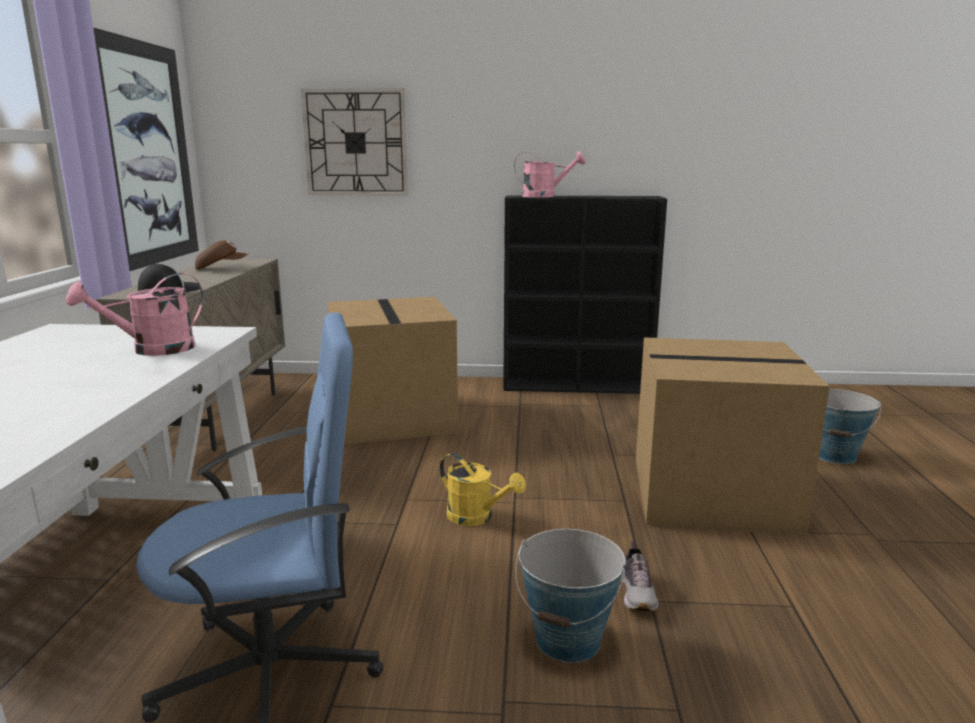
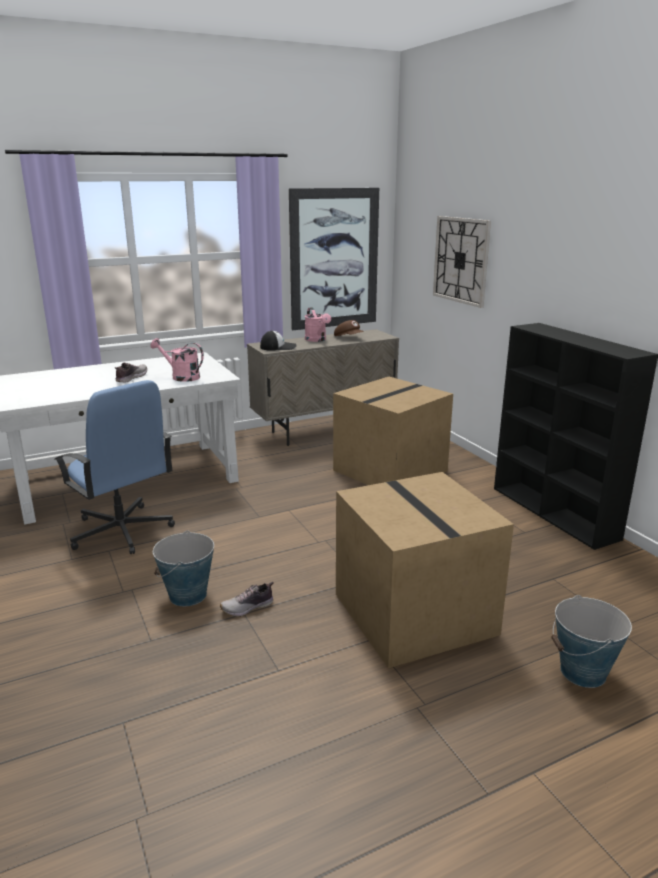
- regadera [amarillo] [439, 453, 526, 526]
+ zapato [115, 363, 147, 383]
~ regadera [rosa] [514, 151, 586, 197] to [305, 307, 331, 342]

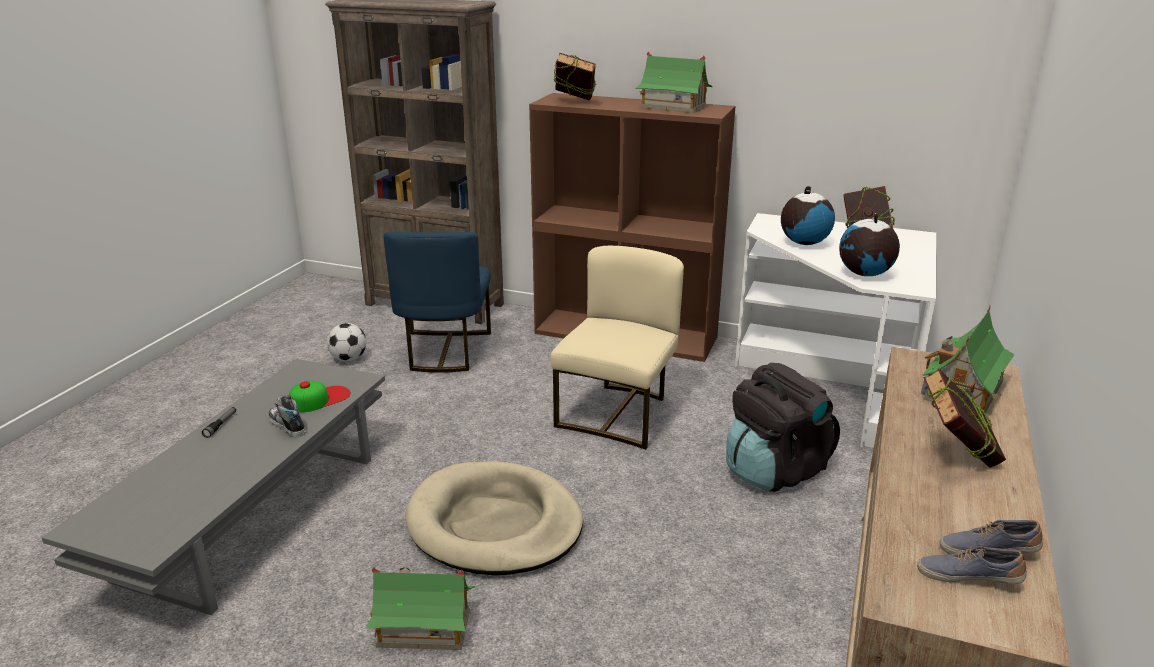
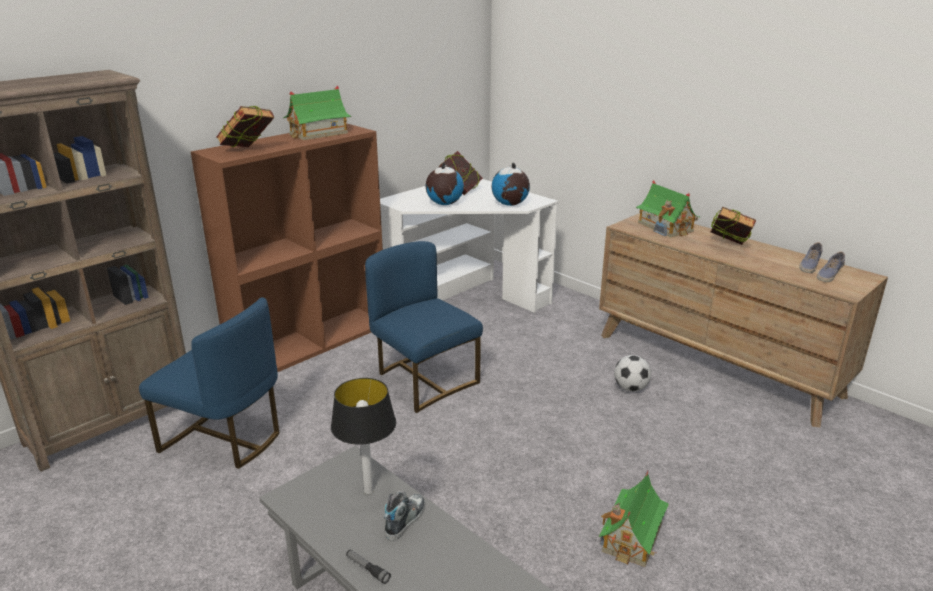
- cama para perro [beis] [406, 461, 583, 576]
- mochila [negro] [726, 363, 840, 492]
~ balón de fútbol [327, 323, 367, 361] to [614, 355, 651, 391]
~ gorra [289, 381, 351, 412] to lámpara de mesa [331, 378, 396, 494]
~ silla [beis] [550, 246, 684, 449] to silla [azul] [365, 241, 483, 413]
~ zapato [269, 395, 306, 437] = [384, 491, 425, 540] 135 degrees clockwise

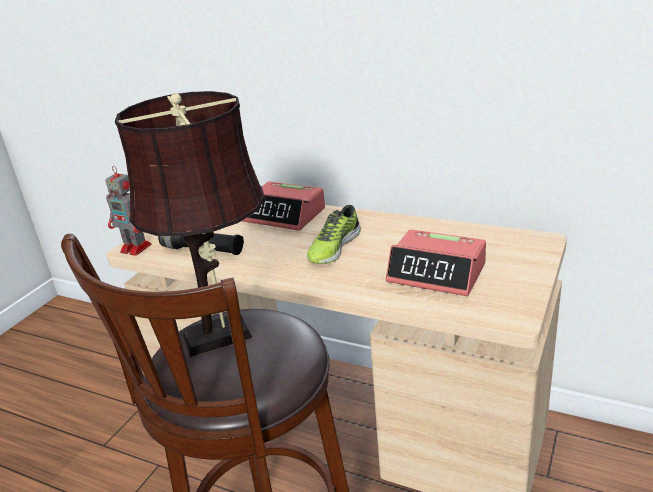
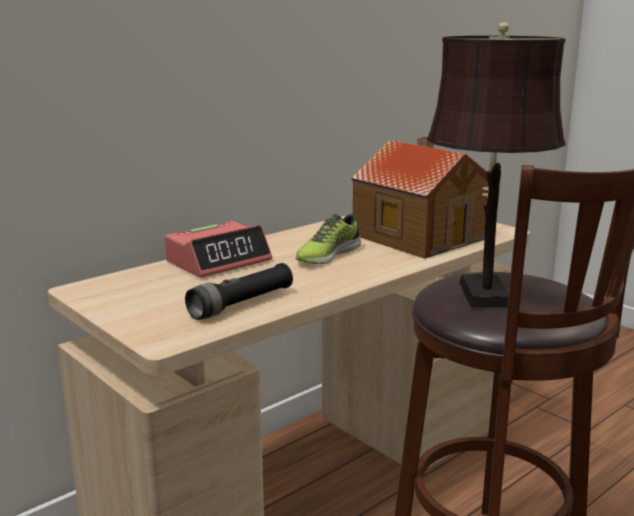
- robot de juguete [105, 166, 152, 256]
~ despertador [386, 229, 486, 296] to casita [351, 137, 488, 259]
~ zapato [307, 205, 361, 264] = [296, 214, 361, 264] 75 degrees clockwise

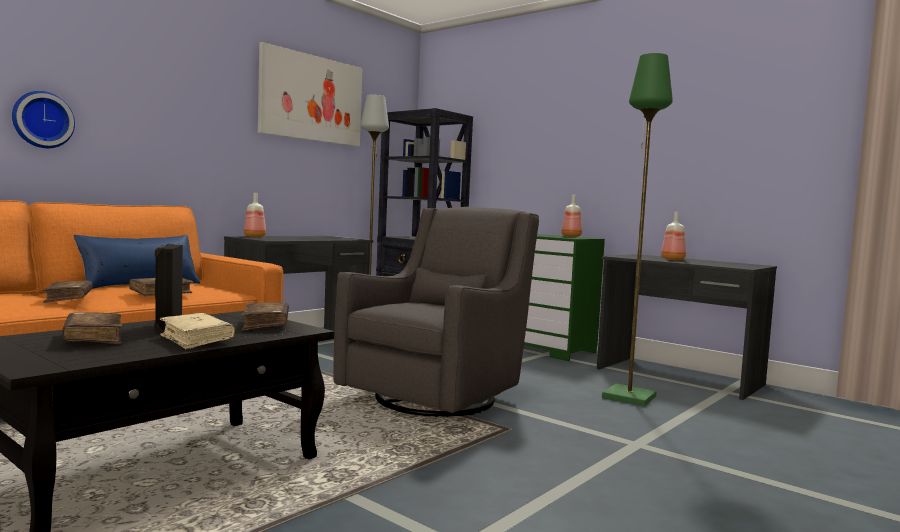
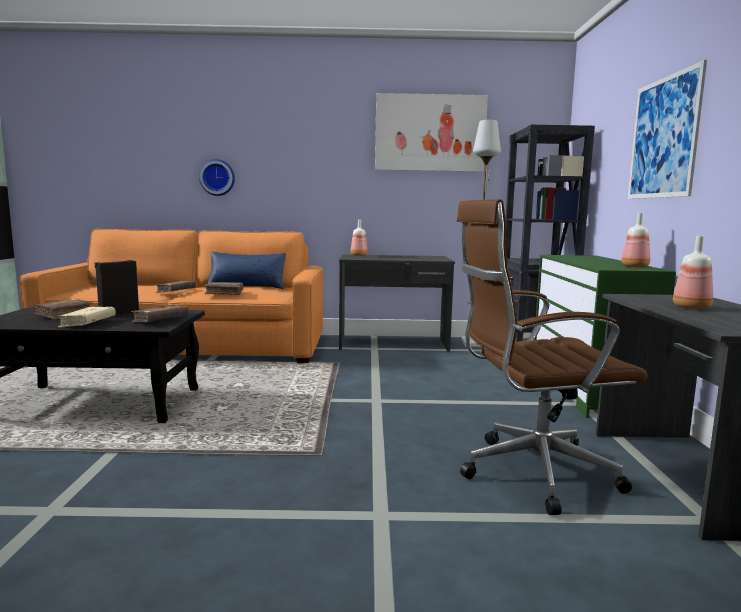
- sillón [gris] [333, 207, 539, 417]
+ cuadro [628, 60, 707, 199]
~ lámpara de pie [verde] [602, 53, 673, 406] to silla de oficina [marrón] [457, 199, 648, 515]

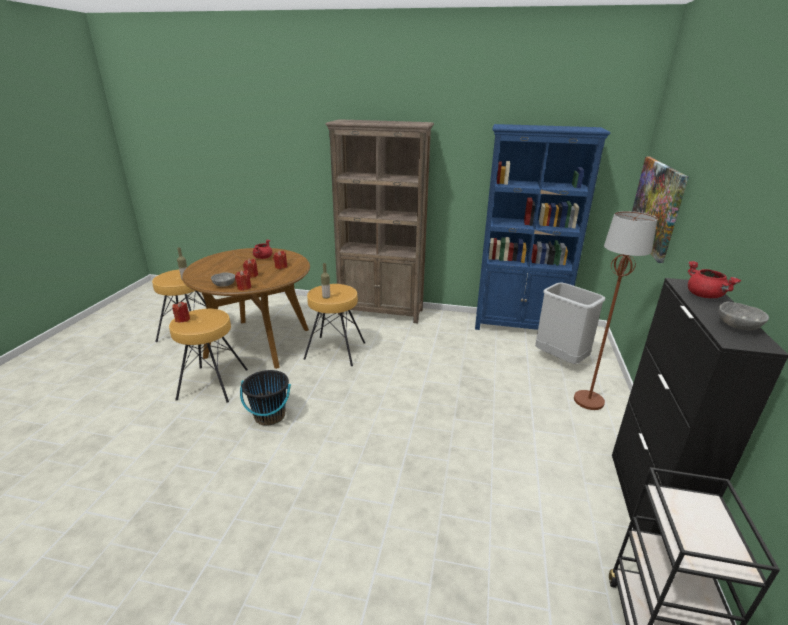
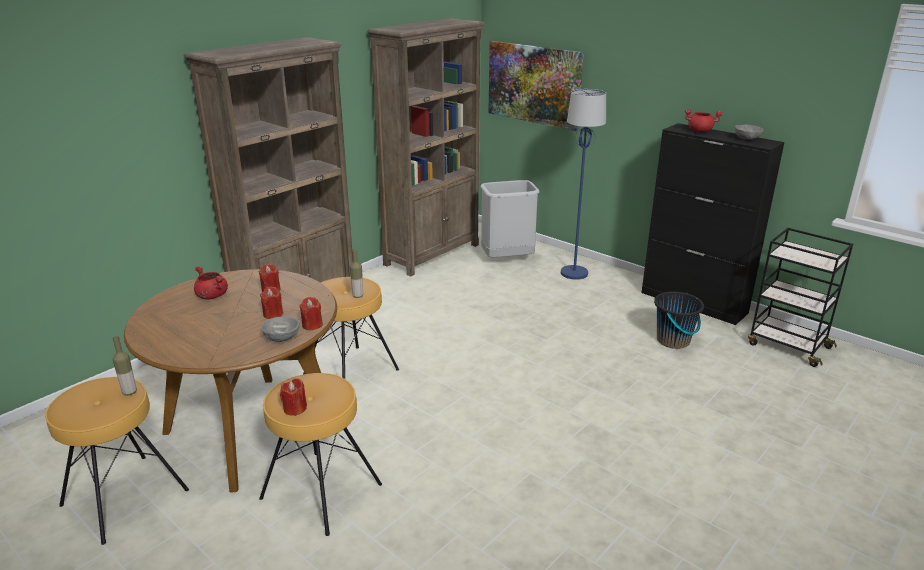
~ cubo [negro] [240, 370, 291, 426] to [654, 291, 704, 349]
~ estantería [azul] [475, 124, 610, 330] to estantería [marrón] [367, 18, 485, 277]
~ lámpara de pie [marrón] [574, 211, 658, 410] to lámpara de pie [azul] [561, 89, 606, 280]

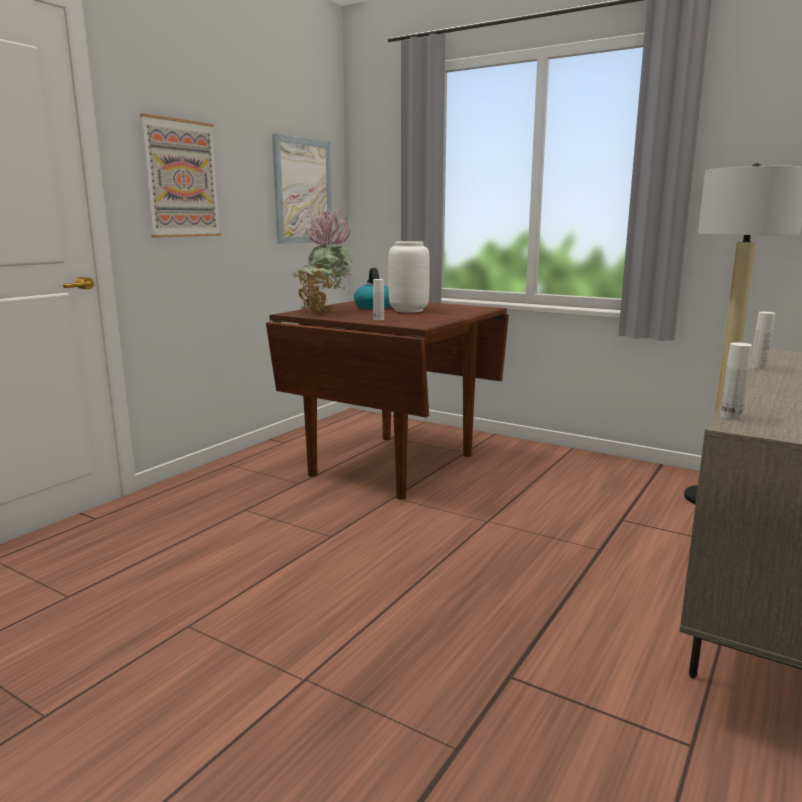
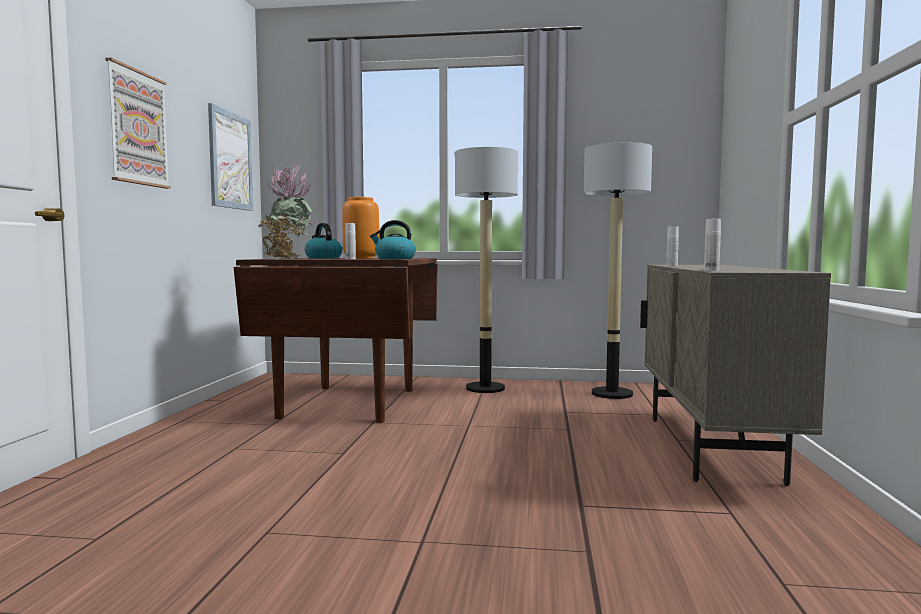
+ hervidor [370, 220, 416, 259]
+ lámpara de pie [455, 147, 518, 393]
~ florero [blanco] [388, 241, 430, 313] to florero [naranja] [342, 197, 379, 259]

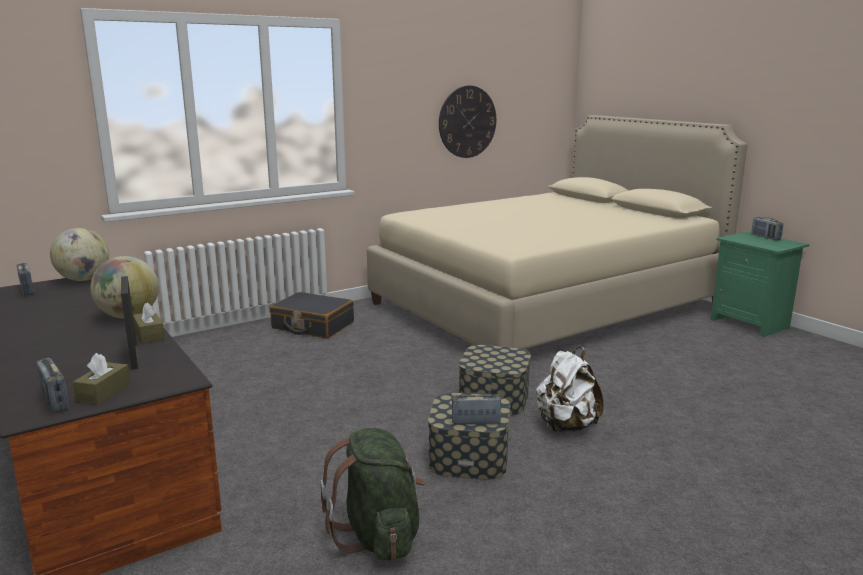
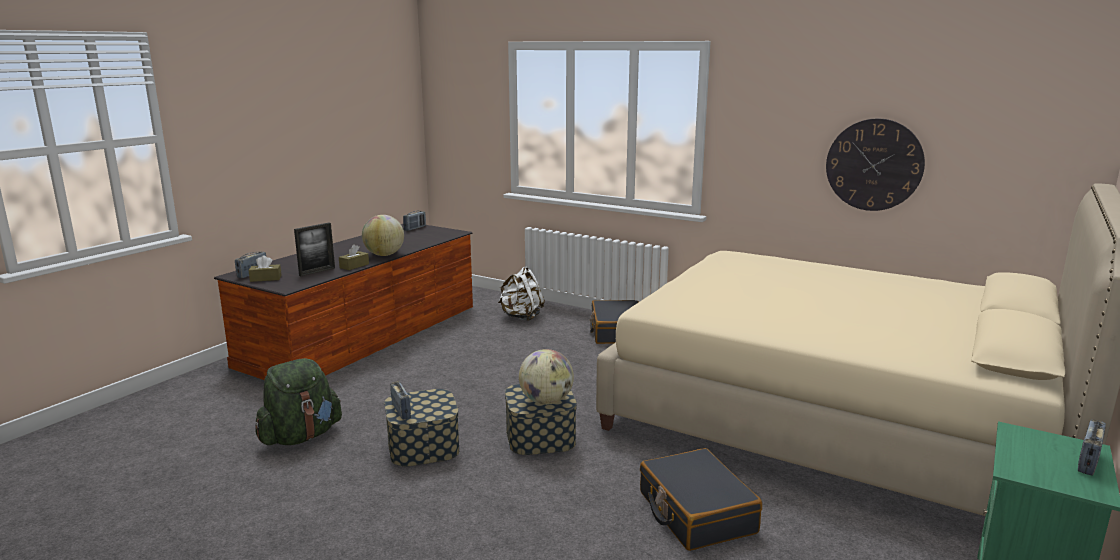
+ maleta [negro] [640, 448, 762, 551]
~ globo terráqueo [50, 228, 109, 281] to [519, 349, 574, 405]
~ mochila [blanco] [536, 347, 604, 433] to [498, 267, 545, 321]

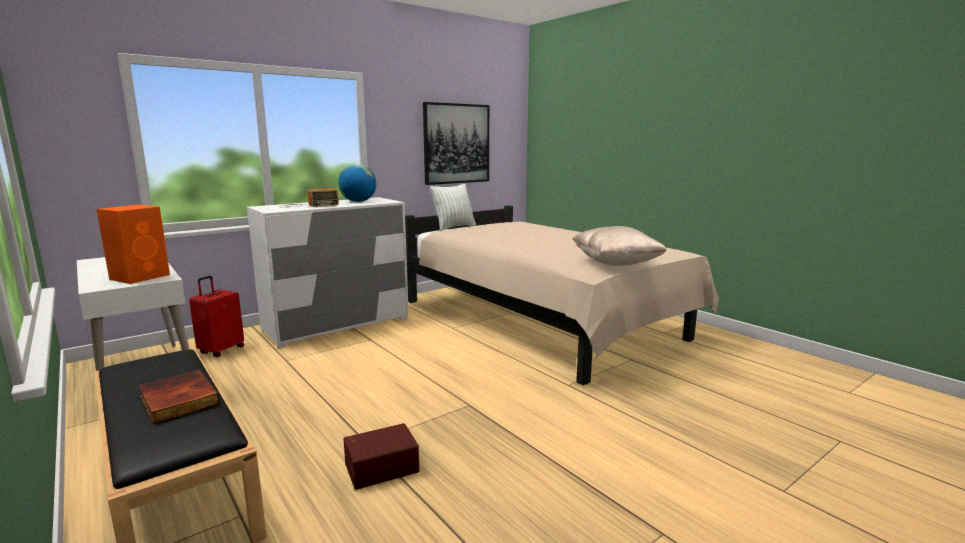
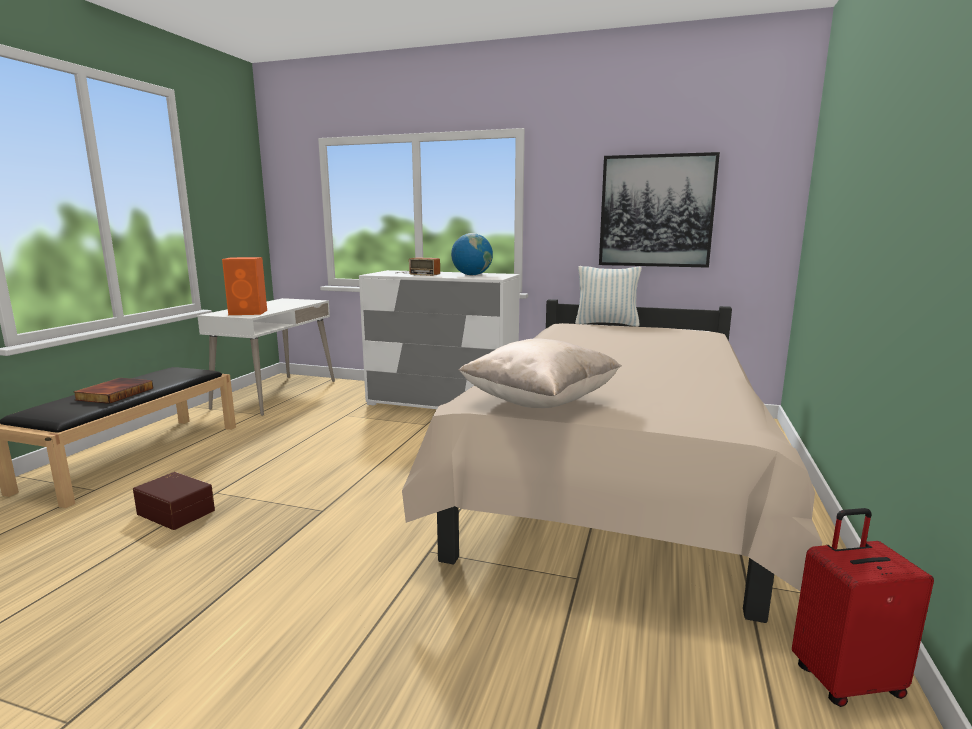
~ maleta [rojo] [189, 276, 244, 357] to [792, 508, 934, 707]

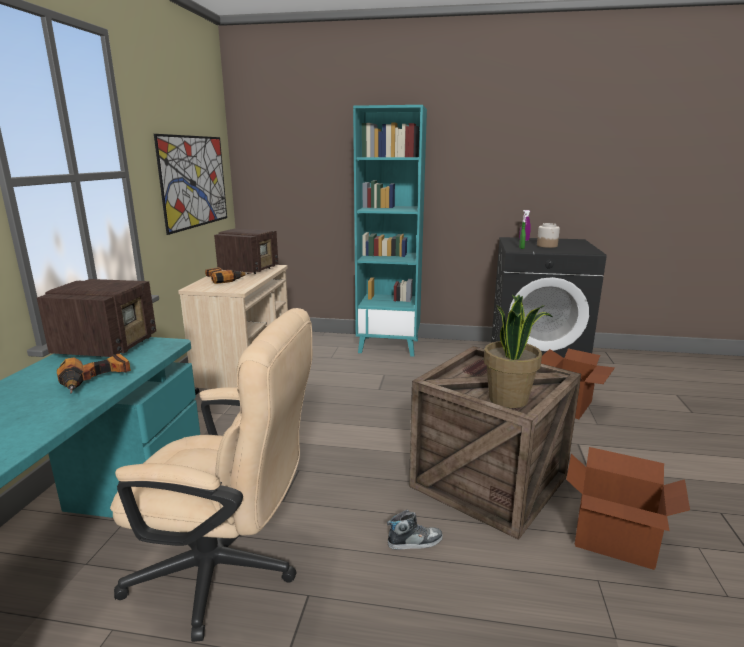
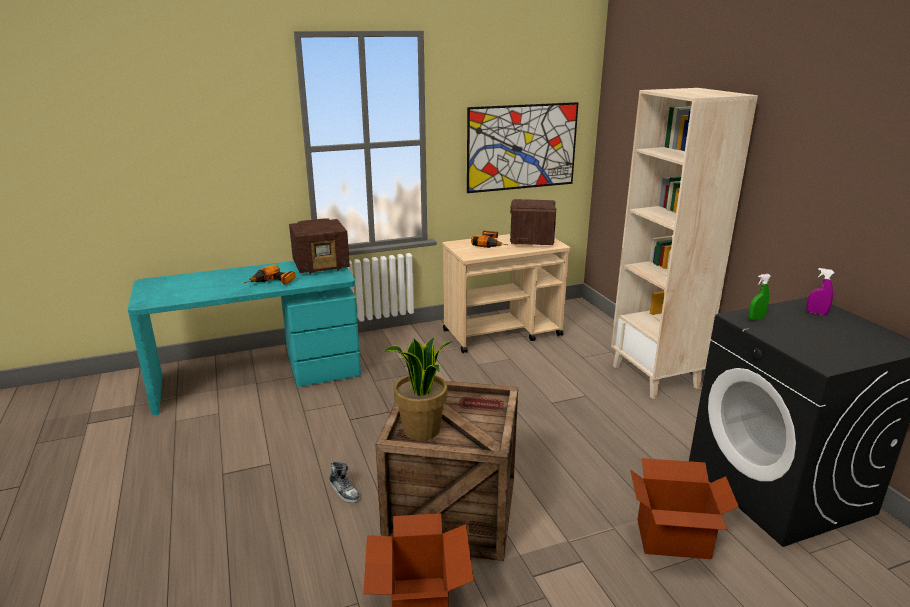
- silla de oficina [beis] [110, 308, 312, 642]
- tarro [537, 223, 560, 248]
~ estantería [turquesa] [353, 105, 427, 357] to estantería [beis] [611, 88, 758, 399]
~ radio [214, 229, 278, 274] = [510, 199, 556, 245] 105 degrees clockwise

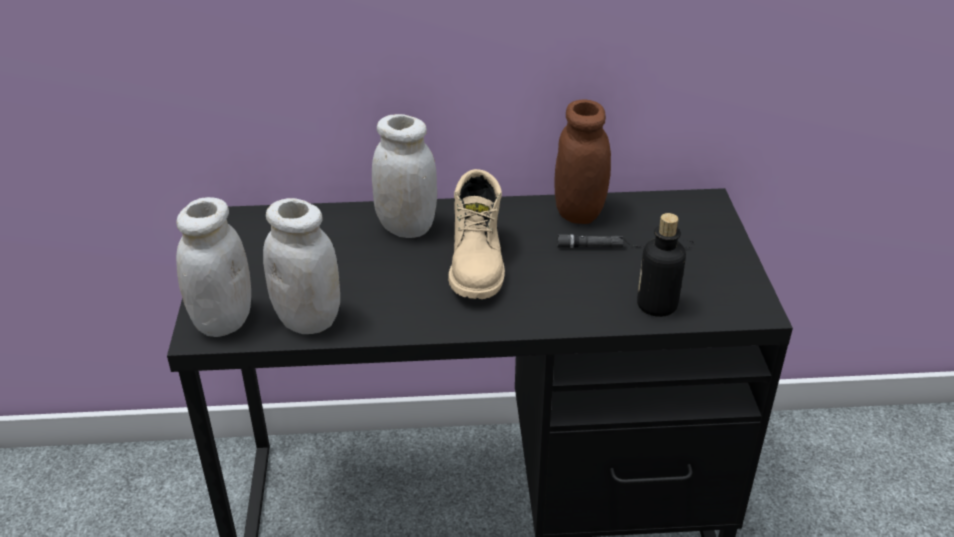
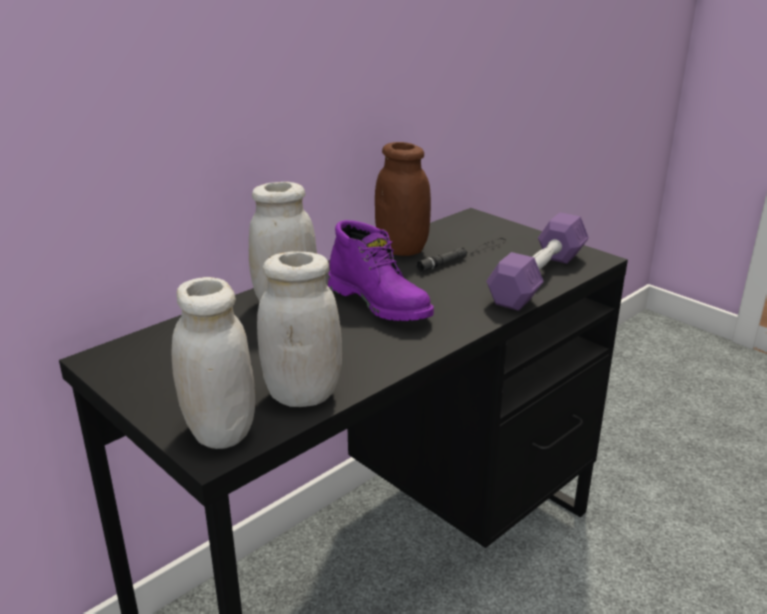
~ botella [637, 213, 686, 317] to mancuerna [morado] [486, 213, 589, 311]
~ bota [beis] [448, 169, 505, 299] to bota [morado] [328, 220, 434, 321]

